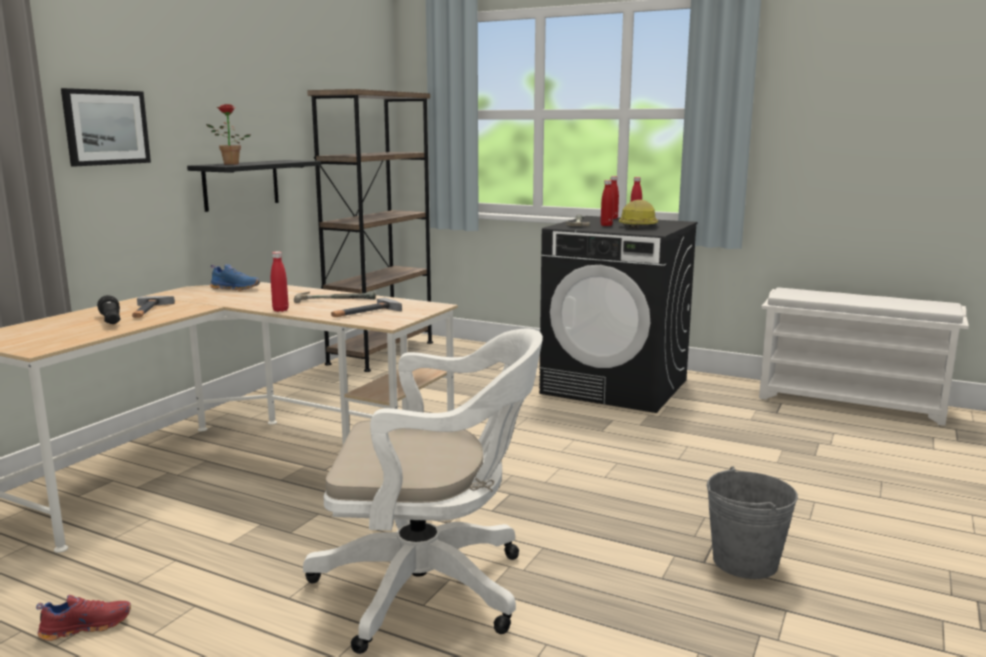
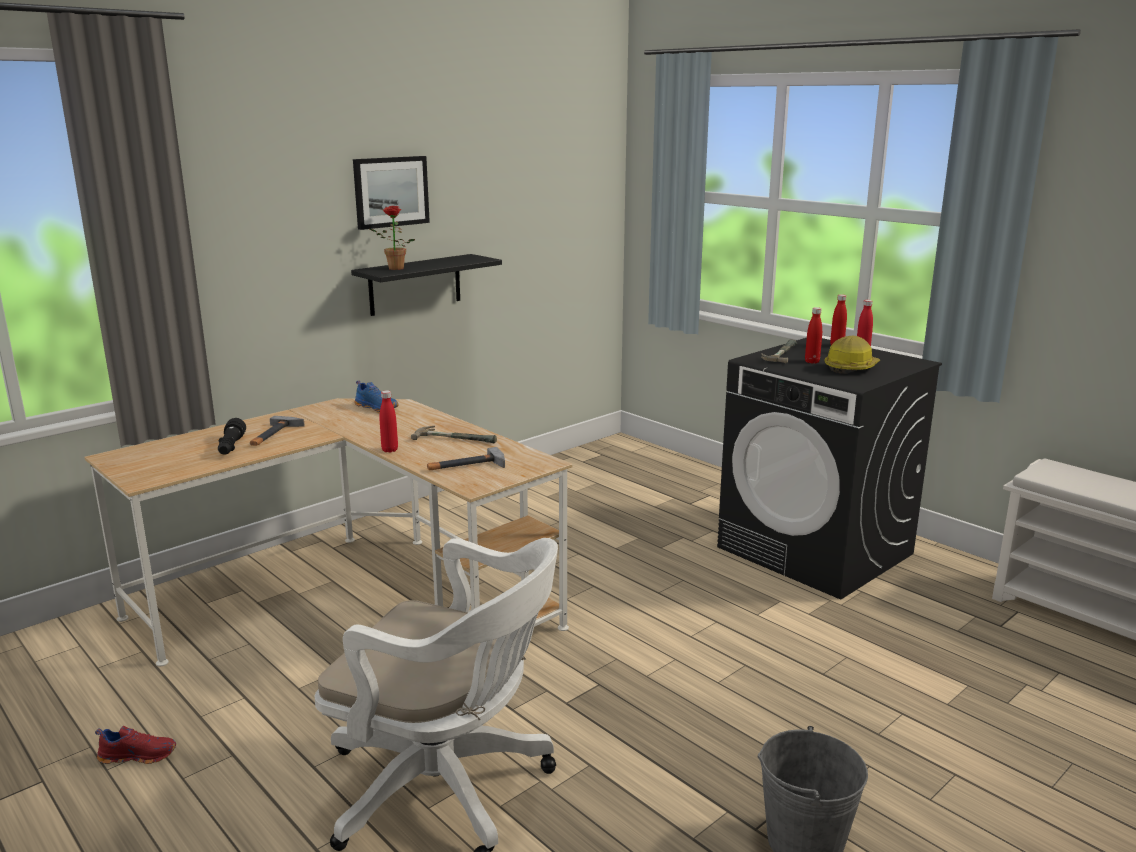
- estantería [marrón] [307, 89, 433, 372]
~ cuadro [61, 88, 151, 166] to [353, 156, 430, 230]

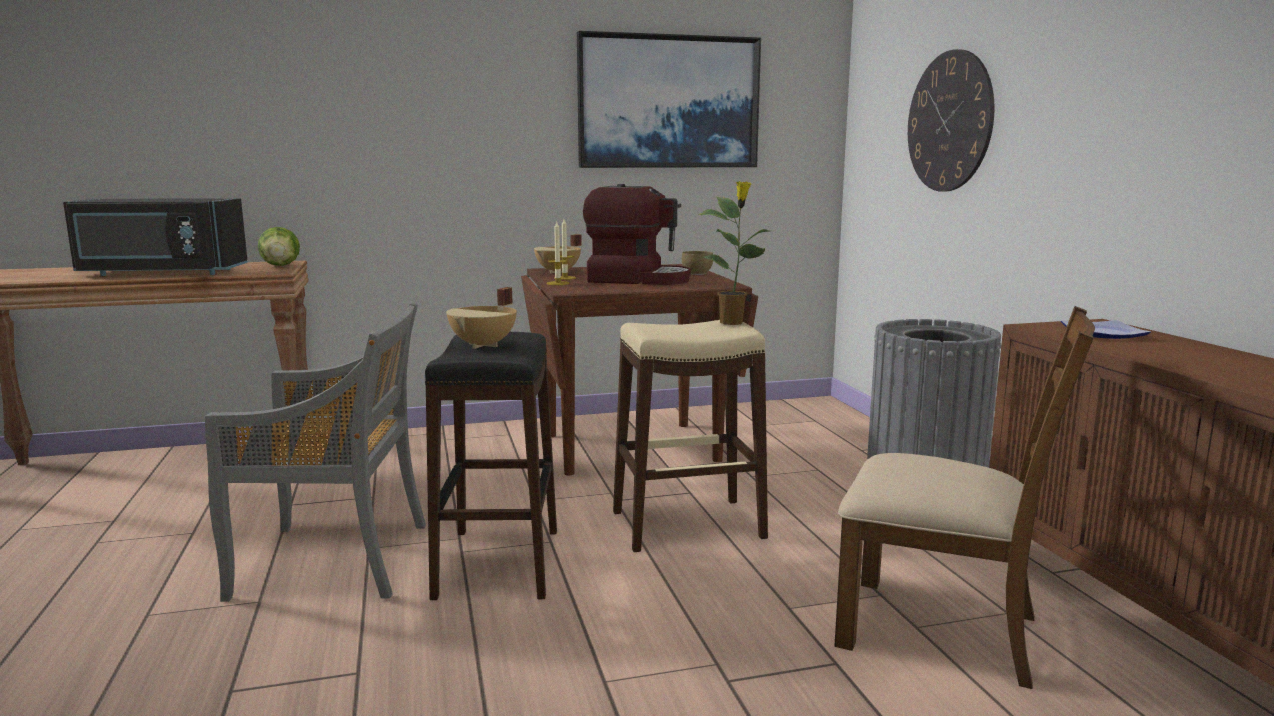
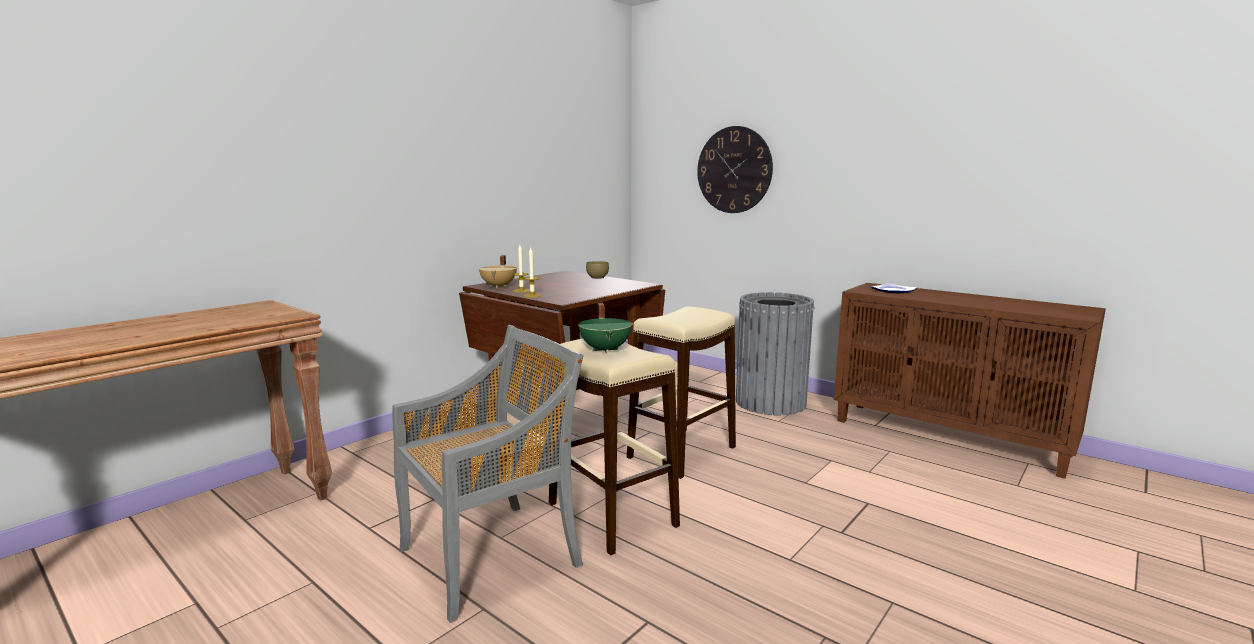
- microondas [negro] [63, 198, 248, 276]
- lechuga [258, 227, 300, 266]
- cuadro [577, 31, 761, 168]
- cafetera [583, 184, 691, 285]
- planta en maceta [699, 181, 769, 325]
- silla [marrón] [834, 306, 1095, 689]
~ taburete [negro] [425, 332, 557, 600] to taburete [beis] [549, 339, 680, 555]
~ olla [beis] [446, 287, 517, 349] to olla [verde] [578, 303, 633, 354]

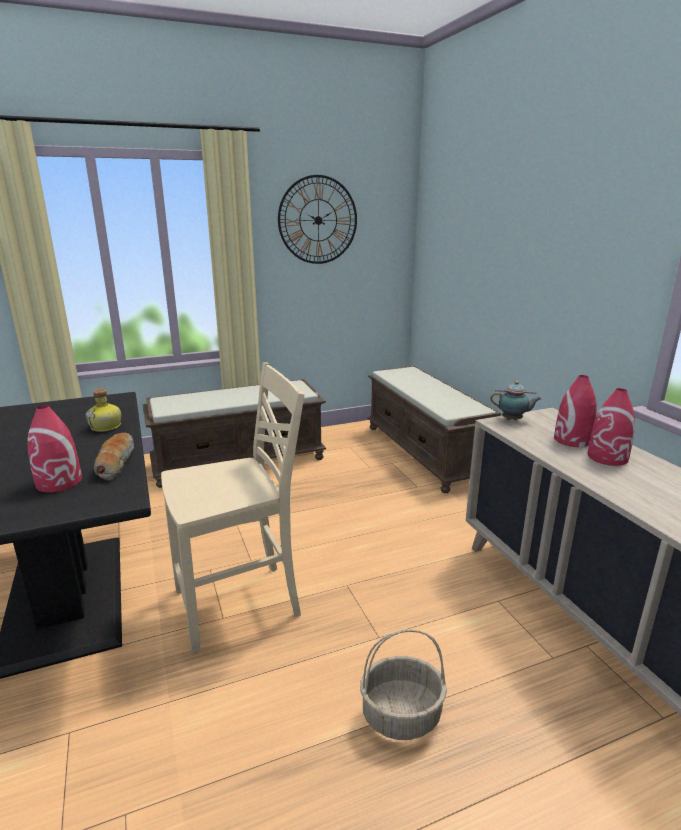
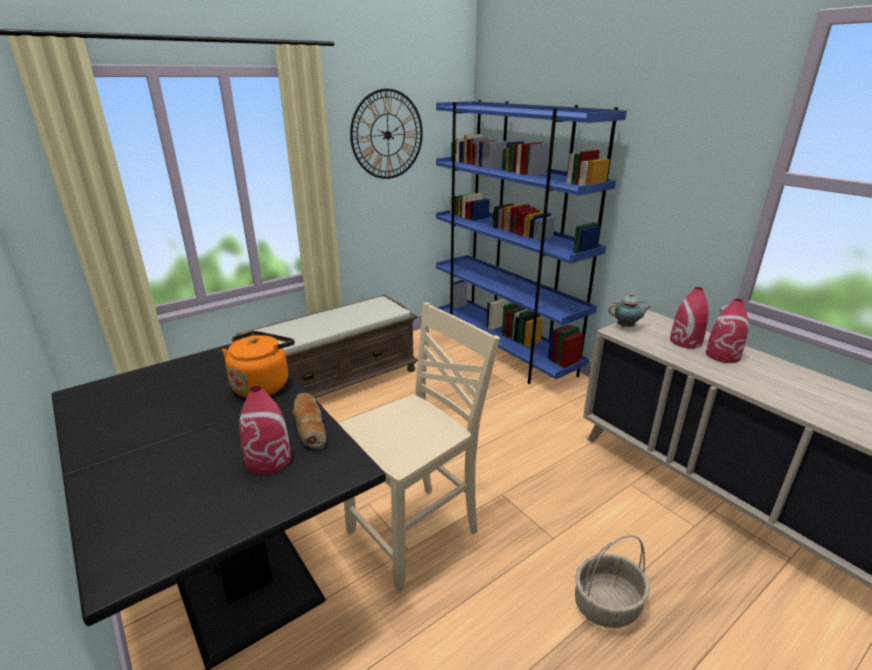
~ botella [86, 389, 121, 432] to hervidor [naranja] [222, 331, 295, 397]
~ banco [marrón] [367, 366, 501, 493] to estantería [azul] [436, 100, 627, 384]

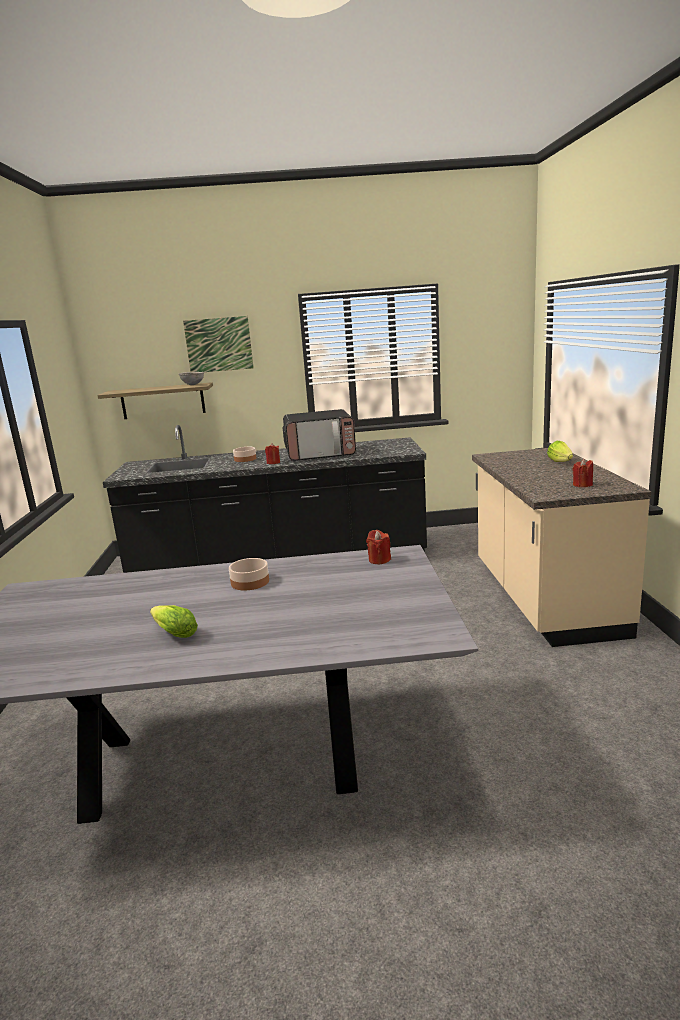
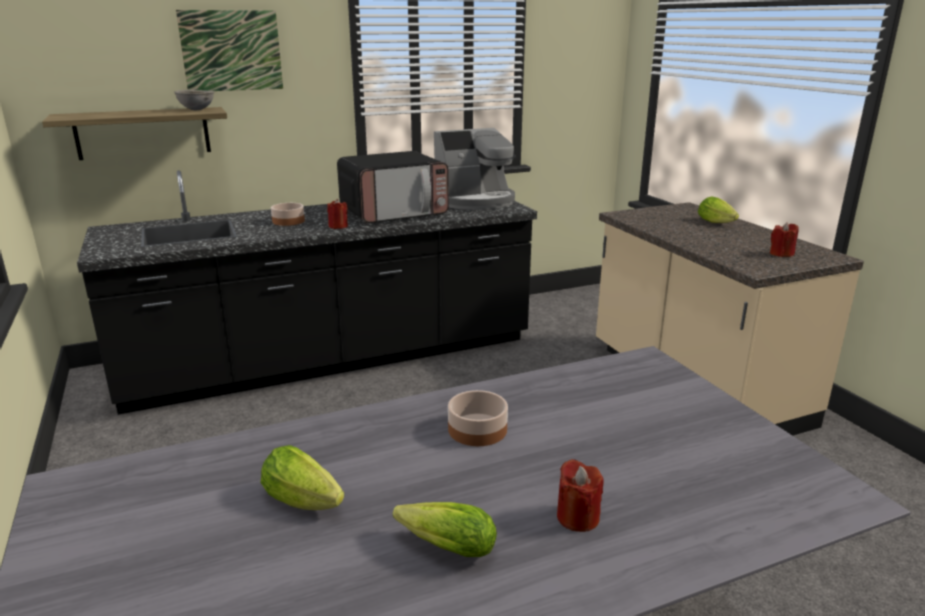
+ lechuga [261, 445, 344, 510]
+ cafetera [434, 128, 516, 210]
~ vela [rojo] [366, 530, 391, 564] to [557, 459, 604, 532]

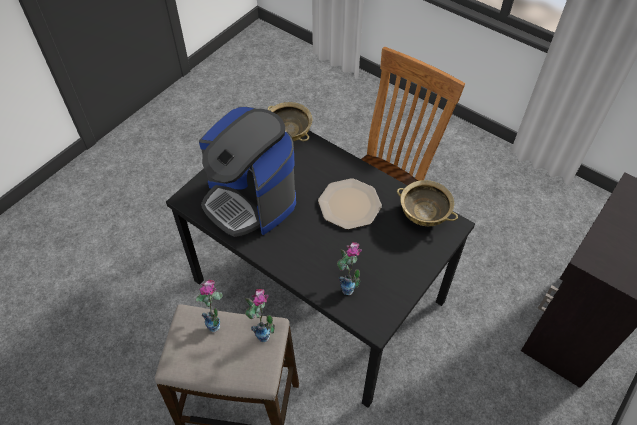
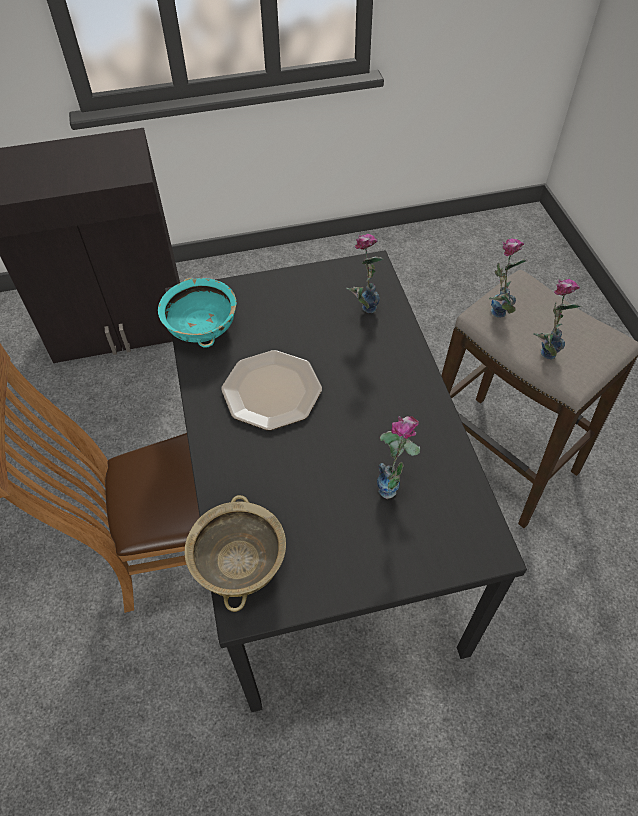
~ cafetera [199, 107, 296, 237] to florero [377, 416, 420, 499]
~ cuenco [beis] [397, 180, 458, 226] to cuenco [turquesa] [158, 278, 236, 348]

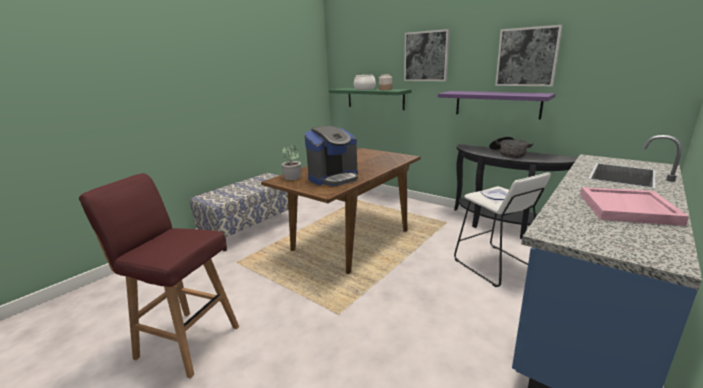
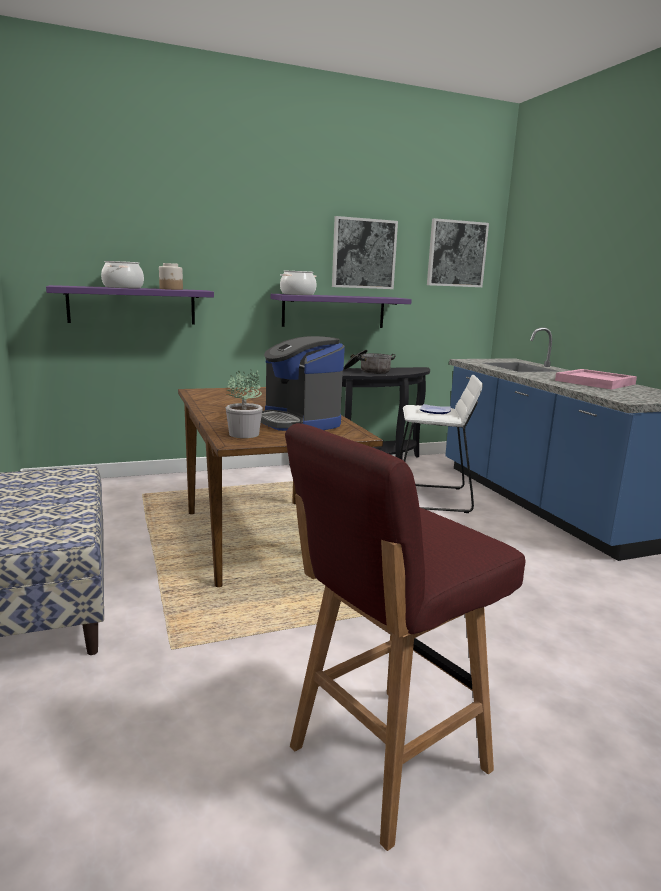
+ olla [280, 271, 316, 295]
~ cuadro [404, 29, 450, 81] to [427, 218, 489, 287]
~ estante [verde] [329, 88, 412, 110] to estante [morado] [46, 285, 214, 324]
~ cafetera [305, 126, 358, 186] = [261, 336, 345, 431] 150 degrees clockwise

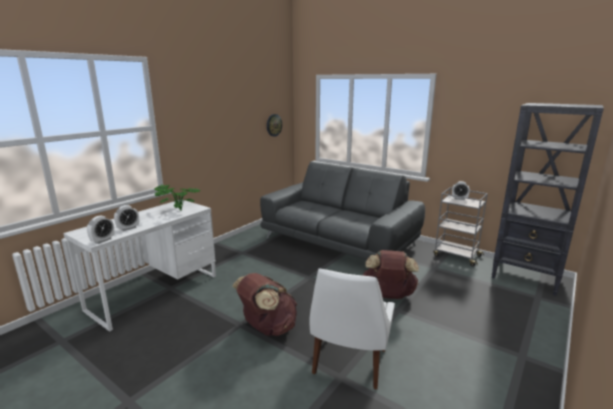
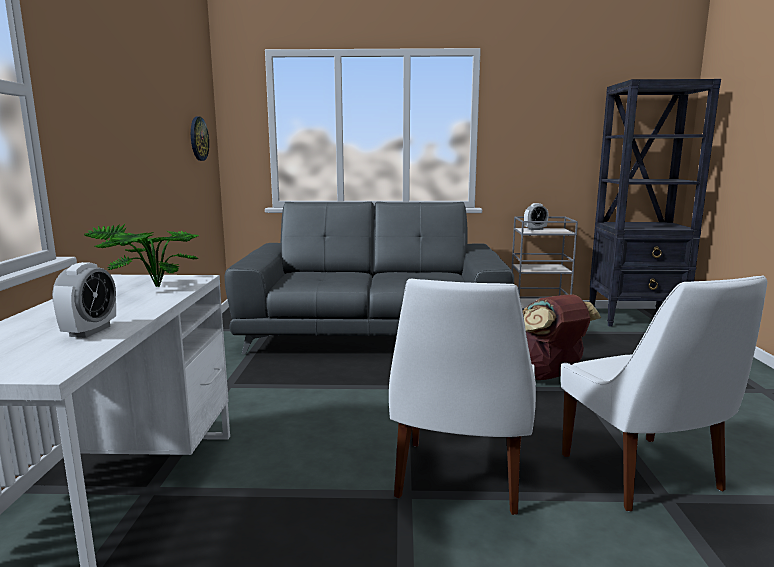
- despertador [87, 215, 114, 244]
~ mochila [marrón] [232, 273, 297, 336] to silla [blanco] [389, 279, 536, 515]

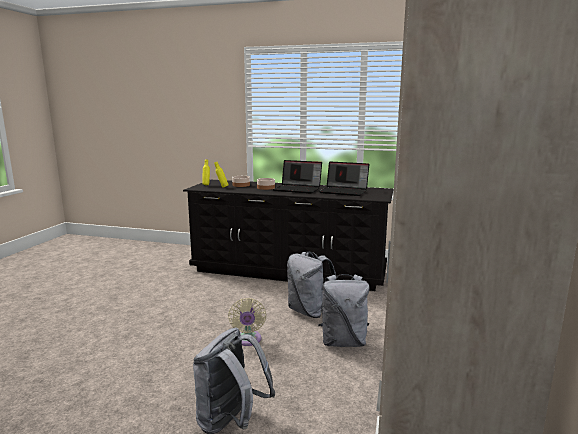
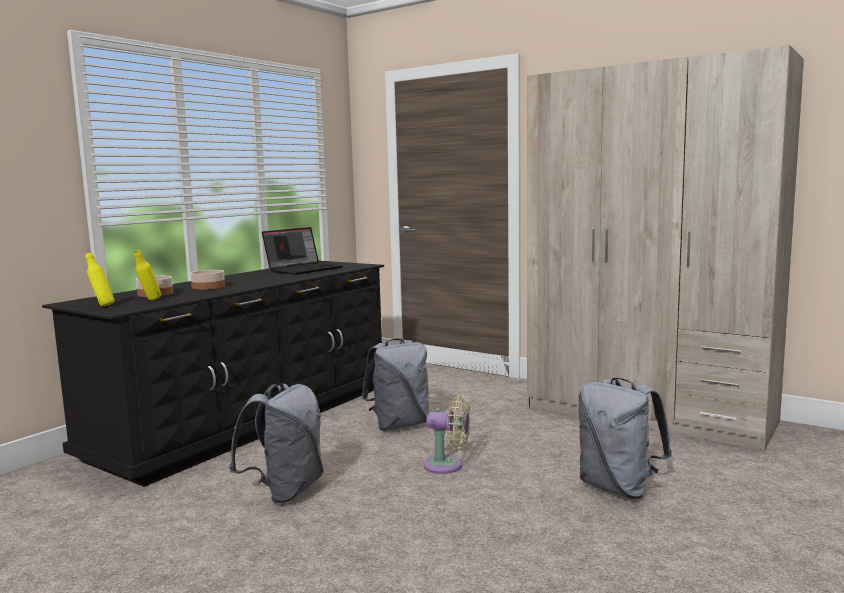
- portátil [273, 160, 322, 194]
~ mochila [gris] [318, 274, 370, 347] to [229, 383, 323, 504]

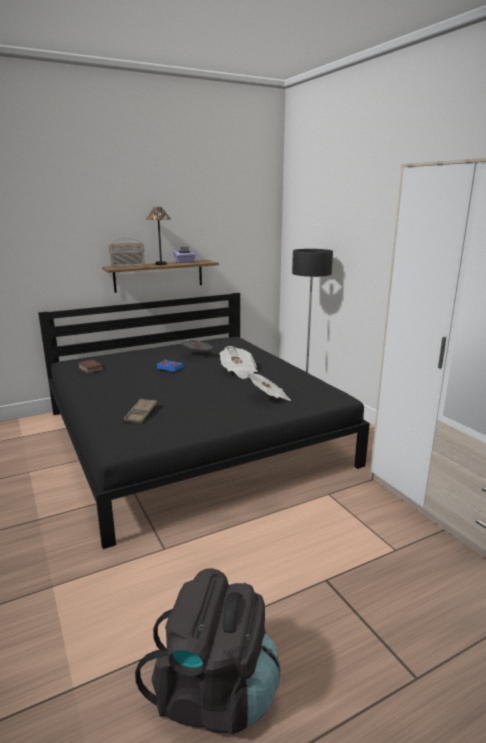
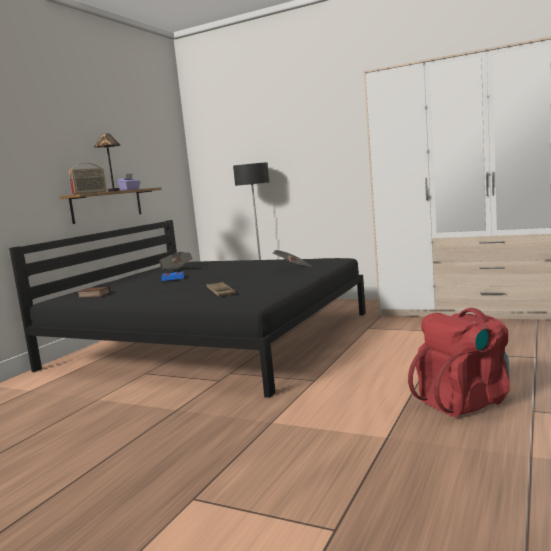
- periódico [220, 346, 258, 379]
~ mochila [negro] [135, 568, 281, 734] to mochila [rojo] [408, 308, 510, 417]

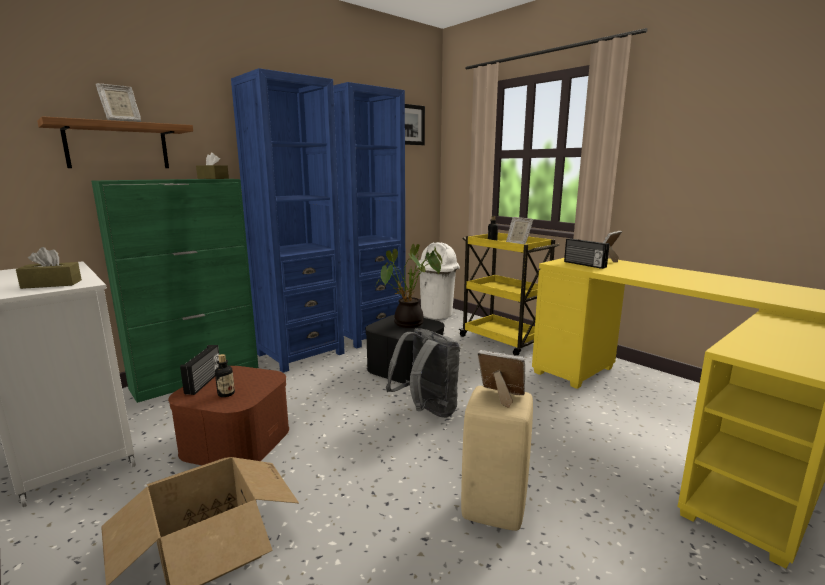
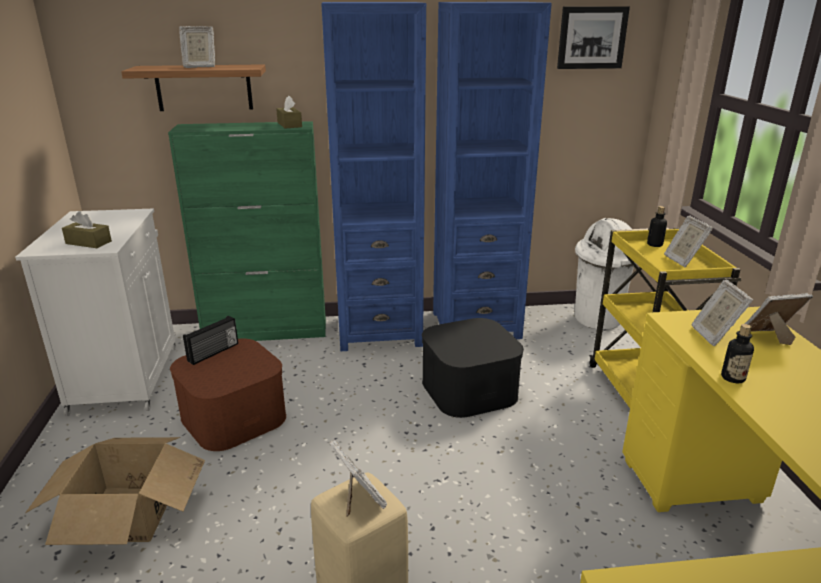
- planta en maceta [375, 244, 442, 328]
- mochila [gris] [386, 328, 460, 418]
~ botella [215, 354, 235, 397] to [721, 324, 754, 383]
~ radio [564, 238, 609, 269] to portarretratos [691, 279, 753, 346]

